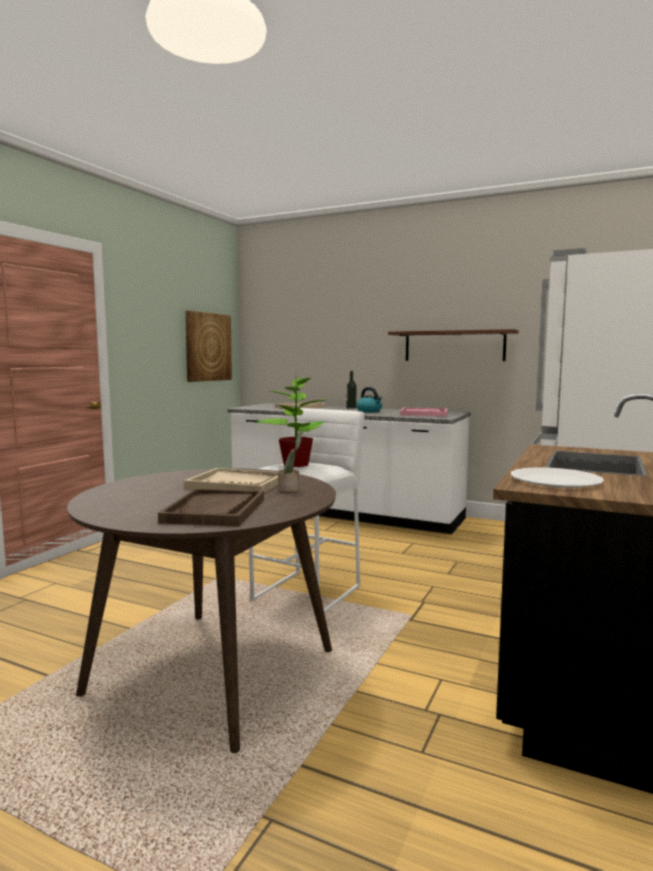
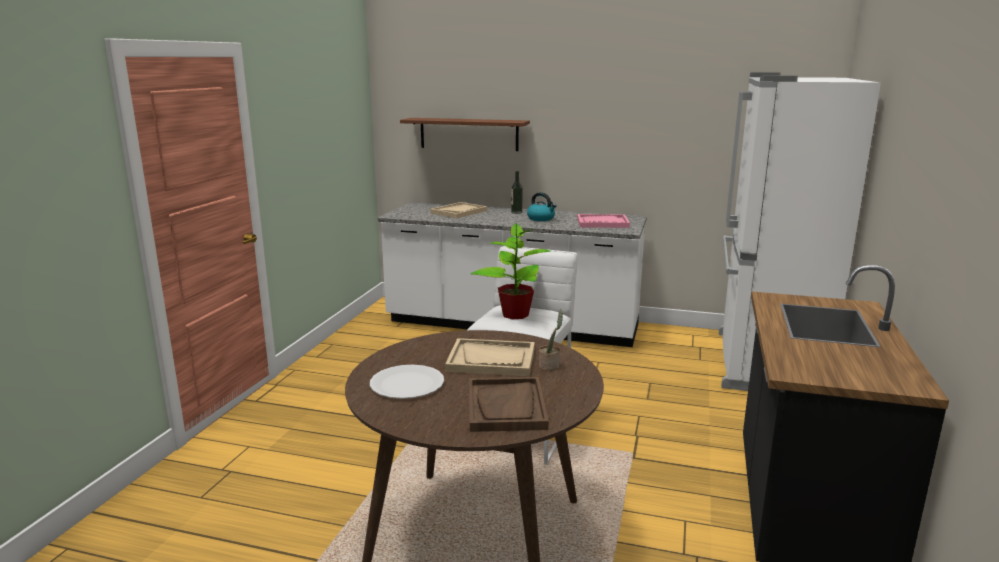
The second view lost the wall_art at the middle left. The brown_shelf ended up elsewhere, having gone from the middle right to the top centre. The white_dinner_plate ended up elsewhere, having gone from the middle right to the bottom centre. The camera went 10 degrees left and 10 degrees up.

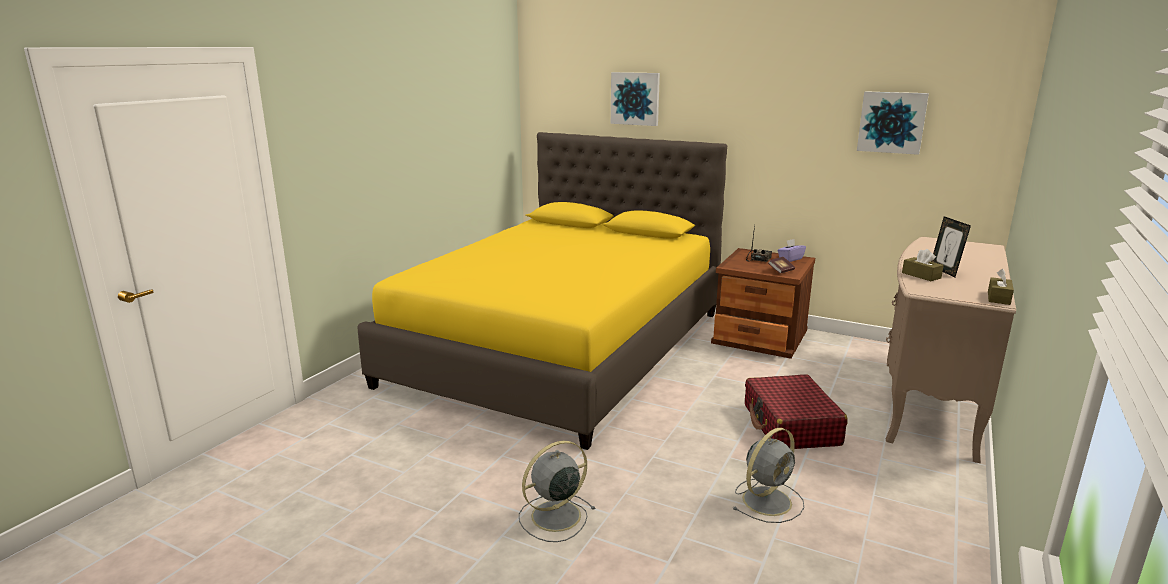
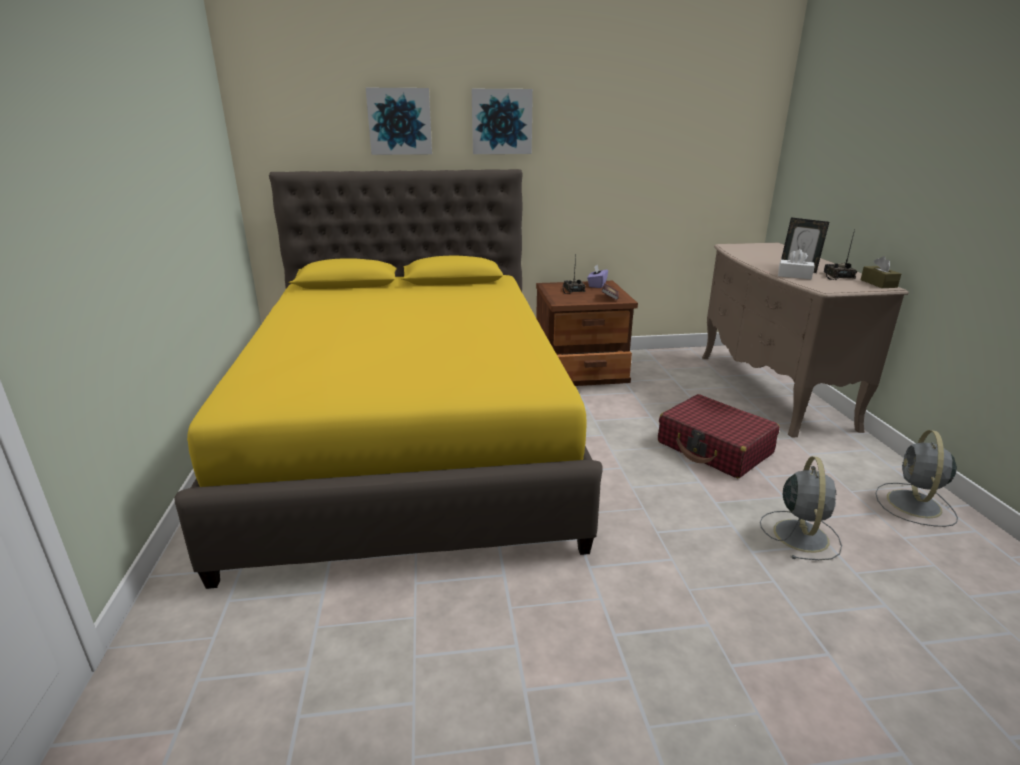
The second view gained the radio_receiver (2nd from left) at the top right. The gray_electric_fan (1st from left in the first image) ended up elsewhere, having gone from the bottom centre to the middle right. The wall_art (2nd from left) ended up elsewhere, having gone from the top right to the top centre. What was the brown_tissue_holder (1st from left) at the middle right turned into the white_tissue_holder at the middle right. The camera went 35 degrees left and 5 degrees up.

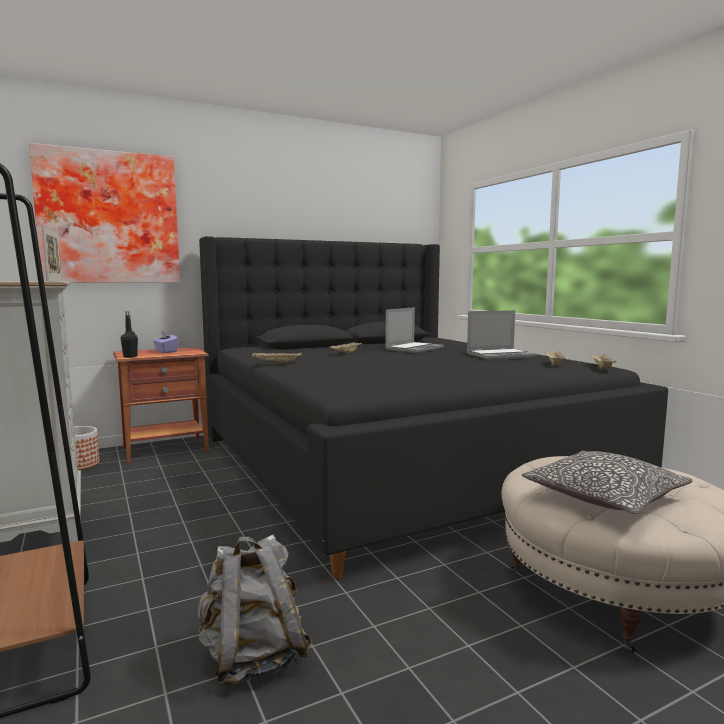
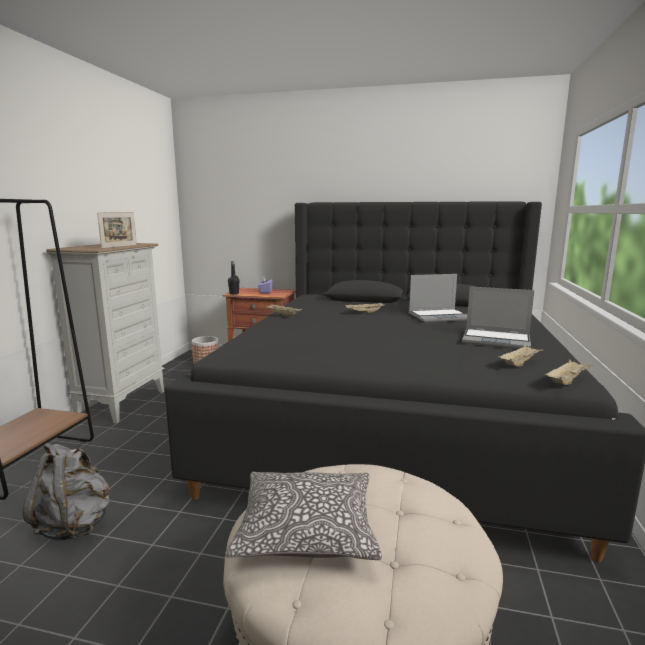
The second view lost the wall_art at the top left. The camera went 40 degrees right and 5 degrees up.

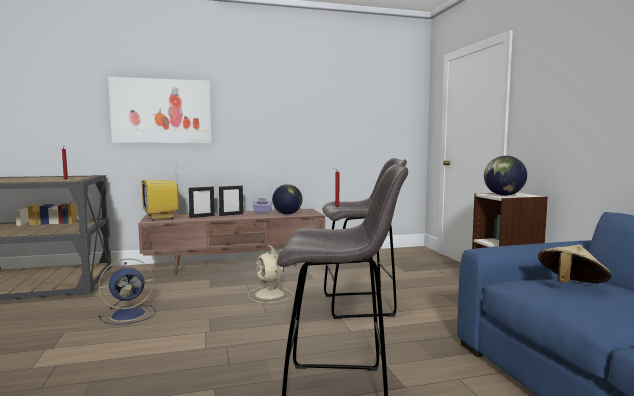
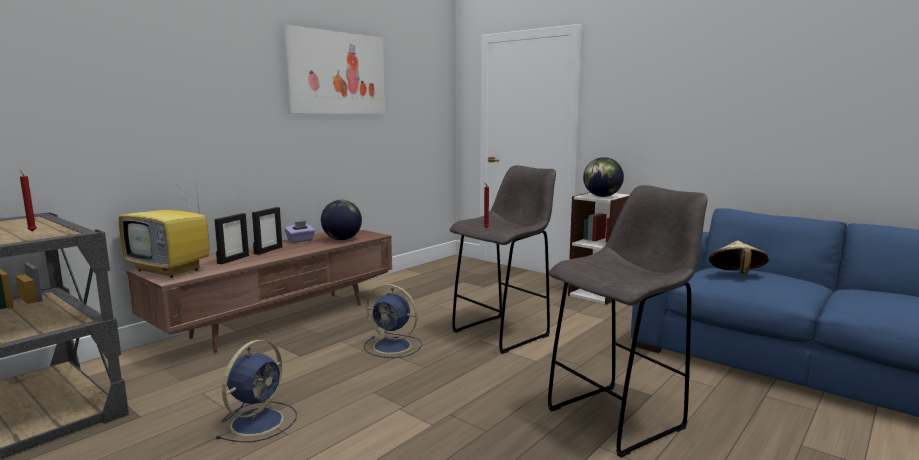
The wall_art ended up elsewhere, having gone from the top left to the top centre. What was the beige_electric_fan at the bottom centre turned into the bluish_electric_fan (2nd from left) at the bottom centre. The camera went 35 degrees left and 5 degrees up.

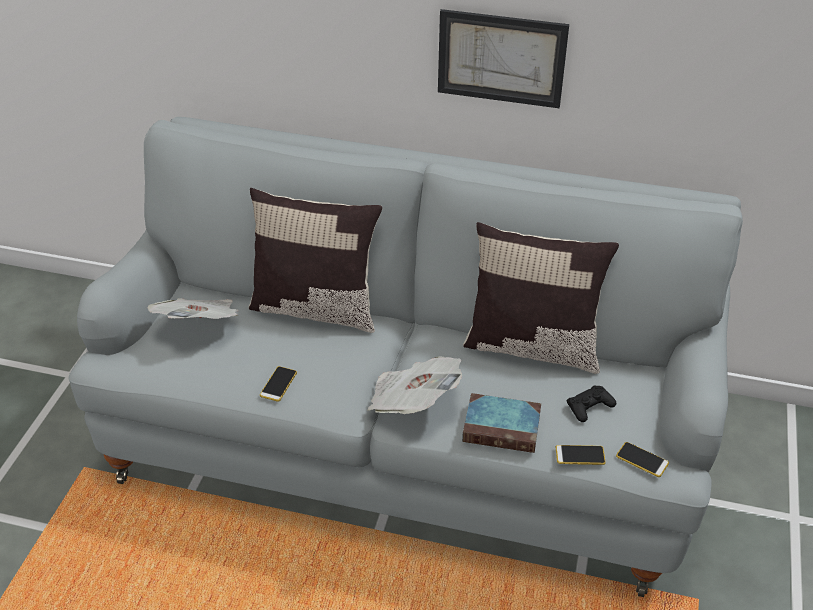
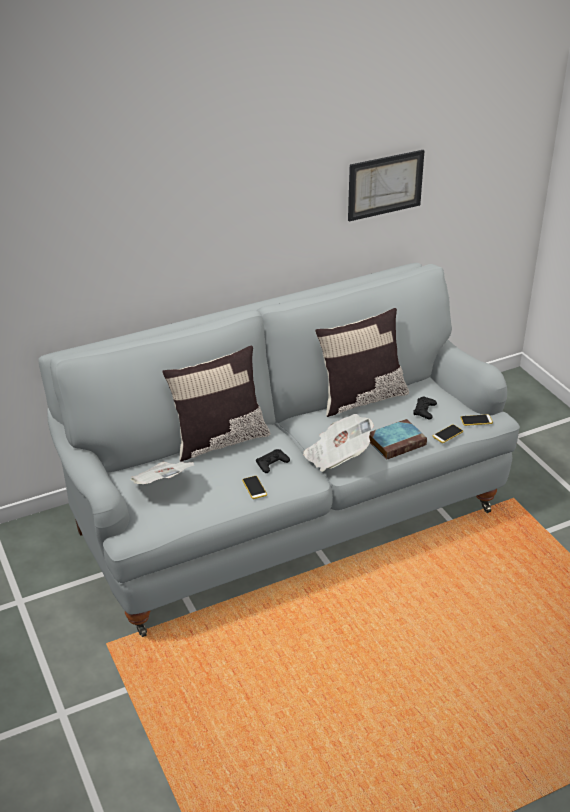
The second view gained the blackish_gamepad (1st from left) at the centre. The wall_art ended up elsewhere, having gone from the top centre to the top right. The camera went 40 degrees left and 5 degrees down.

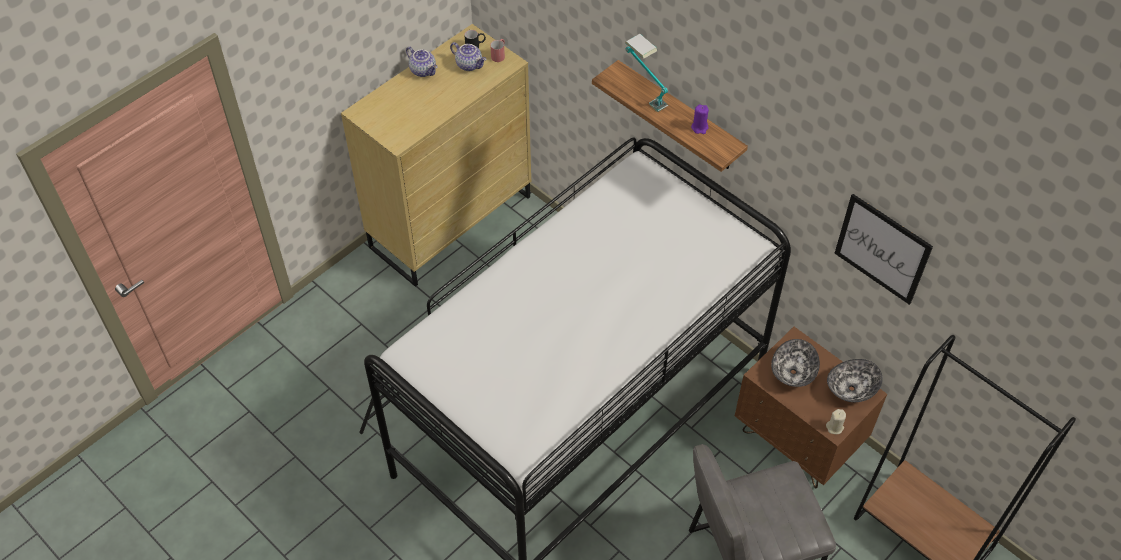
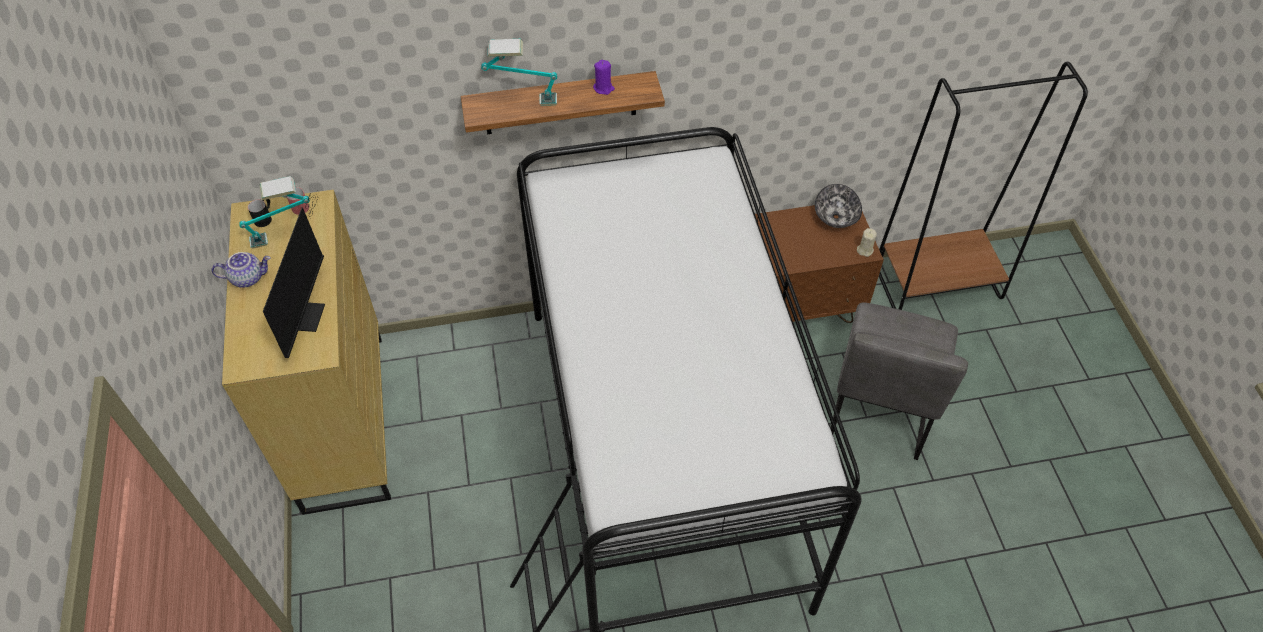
The second view lost the deep_dish (1st from left) at the middle right. The second view lost the wall_art at the middle right. The second view gained the computer_screen at the middle left. Where the tea_pot (2nd from left) stood at the top centre, the table_lamp (1st from left) came to stand at the middle left. The camera went 55 degrees left and 0 degrees up.

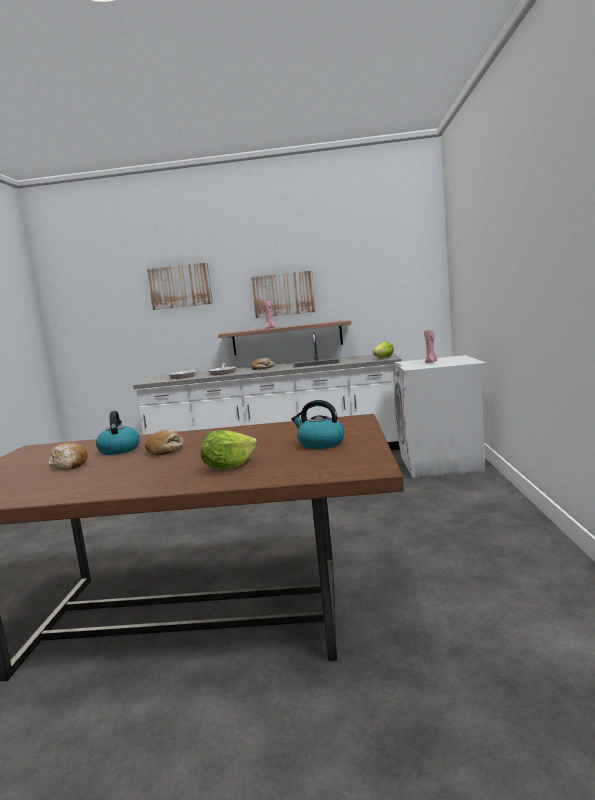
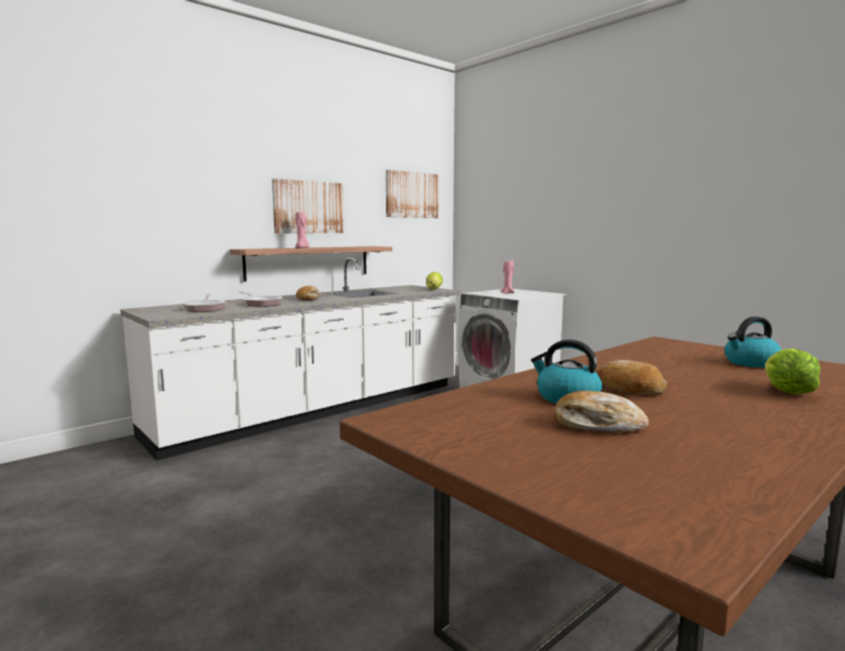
The wall_art (1st from left in the first image) ended up elsewhere, having gone from the middle left to the top centre. The camera went 45 degrees left and 0 degrees up.

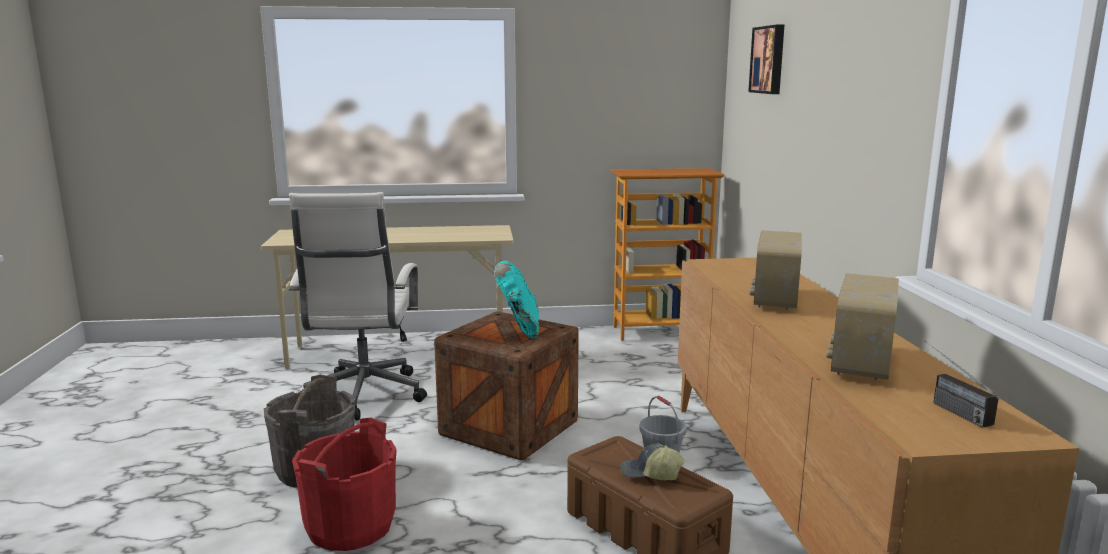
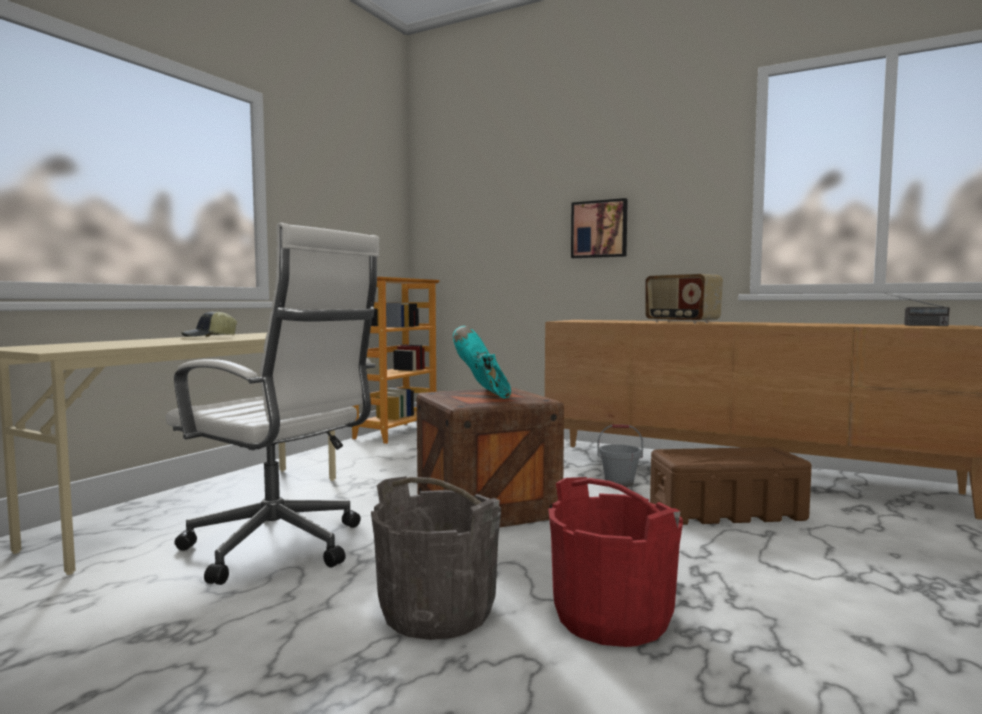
The second view lost the radio_receiver (2nd from left) at the middle right. The baseball_cap ended up elsewhere, having gone from the bottom centre to the middle left. The wall_art ended up elsewhere, having gone from the top right to the top centre. The blue-green_high-top_boot at the centre ended up facing another way, 45 degrees clockwise from before. The camera went 55 degrees left and 10 degrees down.

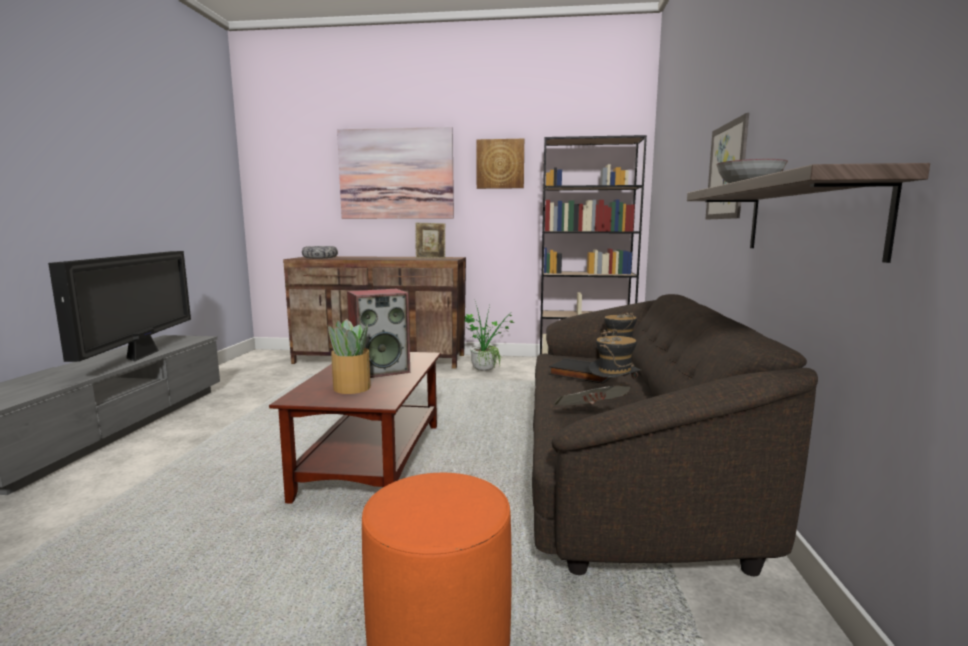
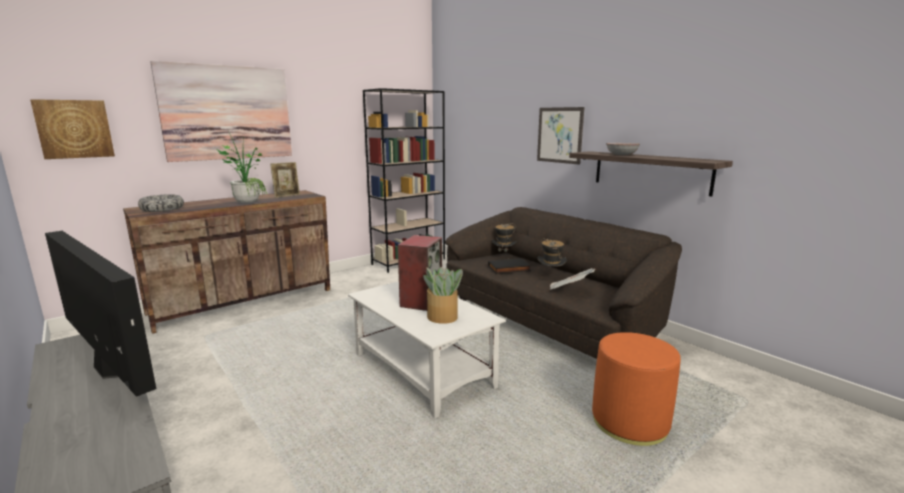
The potted_plant (2nd from left in the first image) ended up elsewhere, having gone from the centre to the middle left. The wall_art (2nd from left in the first image) ended up elsewhere, having gone from the top centre to the top left. What was the brown_lounge_table at the centre turned into the white_lounge_table at the bottom centre. The camera went 45 degrees left and 5 degrees up.

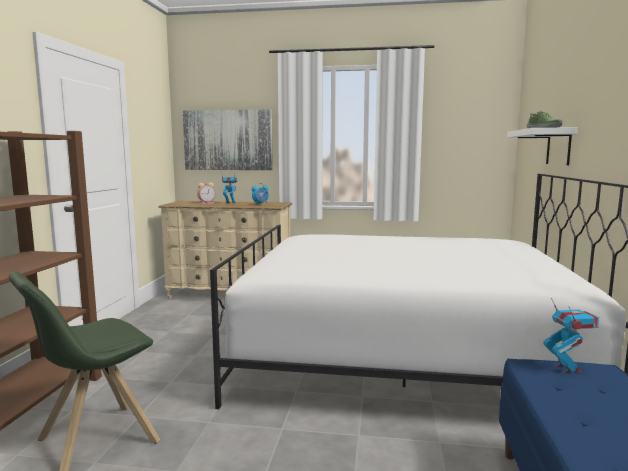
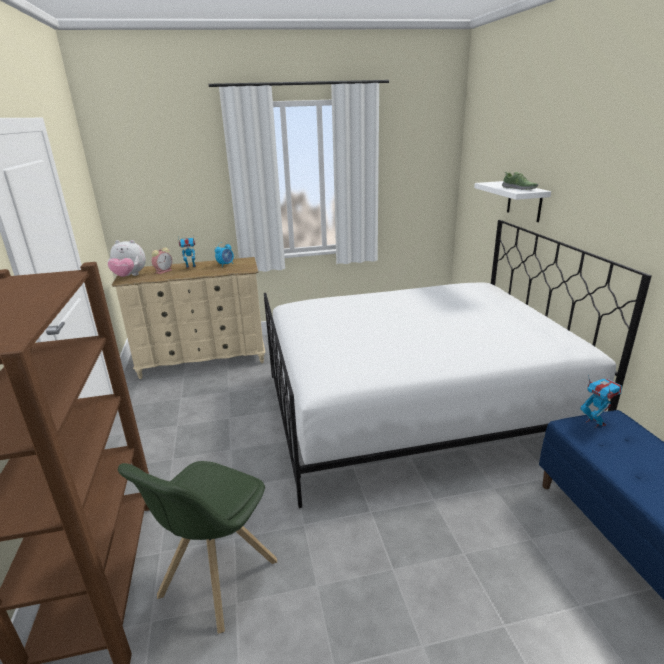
The second view lost the wall_art at the top centre. The second view gained the plush_toy at the middle left. The camera went 20 degrees left and 15 degrees up.

